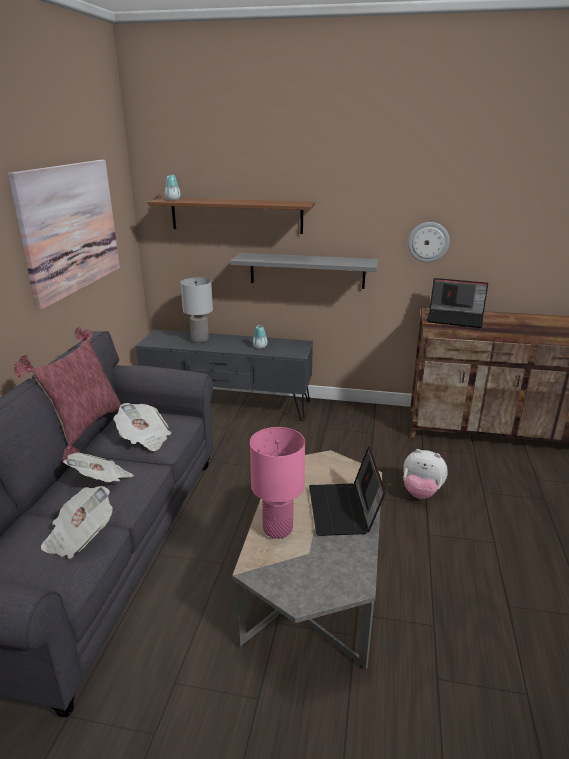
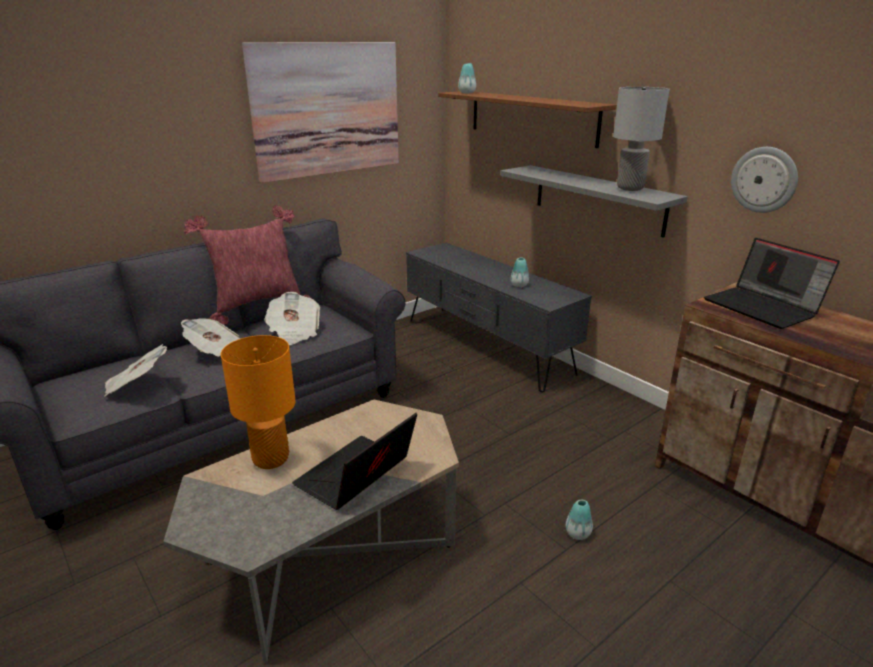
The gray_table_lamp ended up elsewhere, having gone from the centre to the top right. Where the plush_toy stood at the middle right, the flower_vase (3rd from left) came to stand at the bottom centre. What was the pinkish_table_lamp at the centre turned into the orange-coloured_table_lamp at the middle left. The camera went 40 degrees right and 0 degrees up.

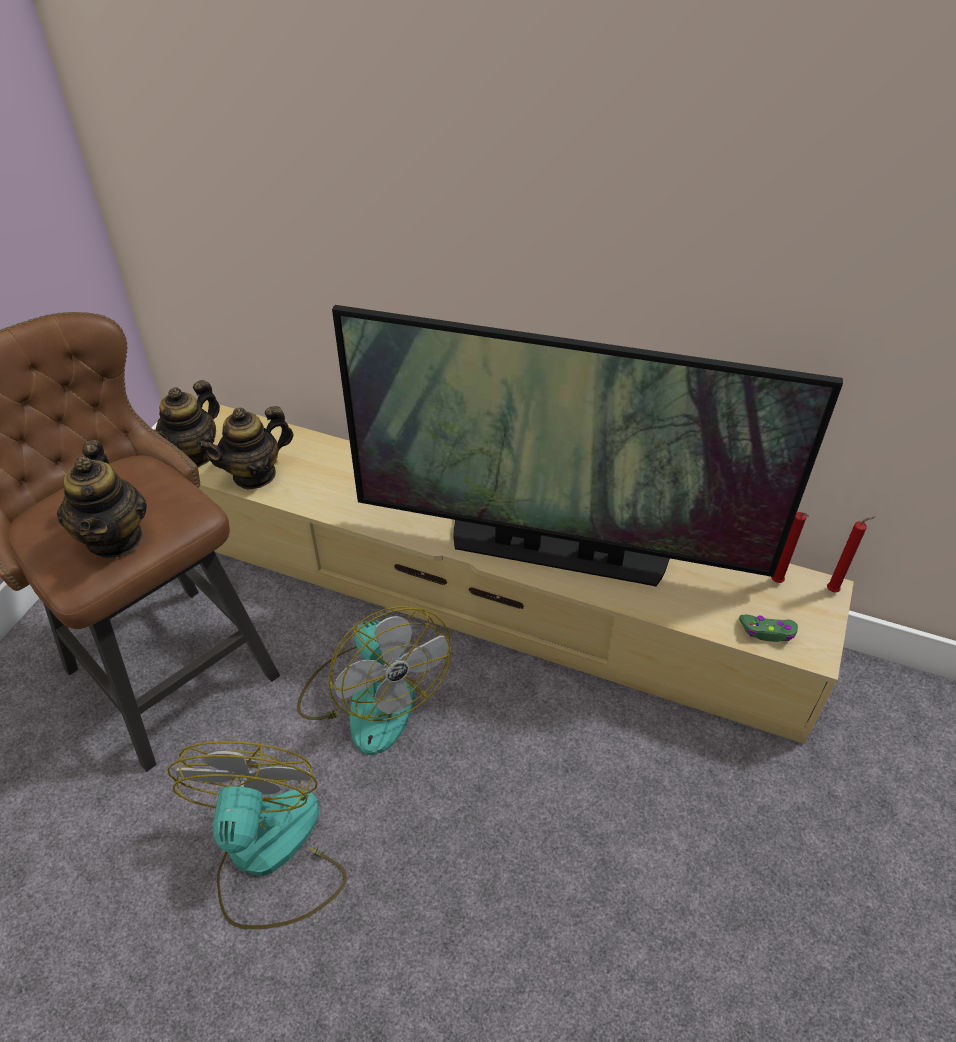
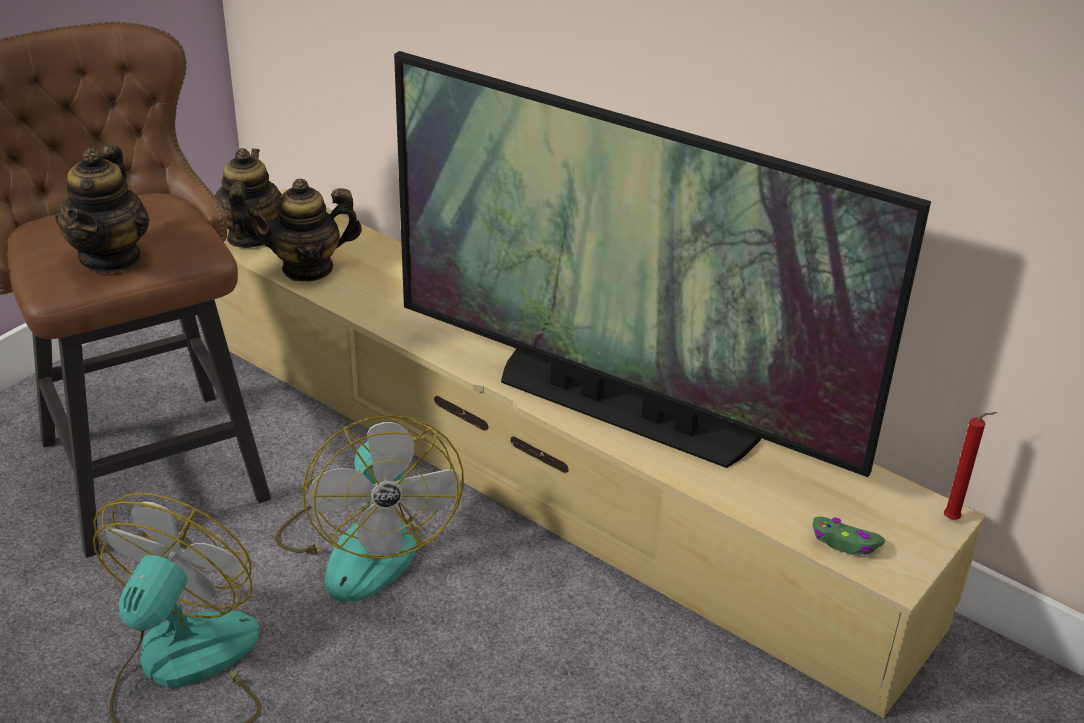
The second view lost the reddish_wax_light (1st from left) at the middle right. The tea_pot (2nd from left) at the middle left ended up facing another way, 135 degrees clockwise from before. The camera went 15 degrees right and 10 degrees down.

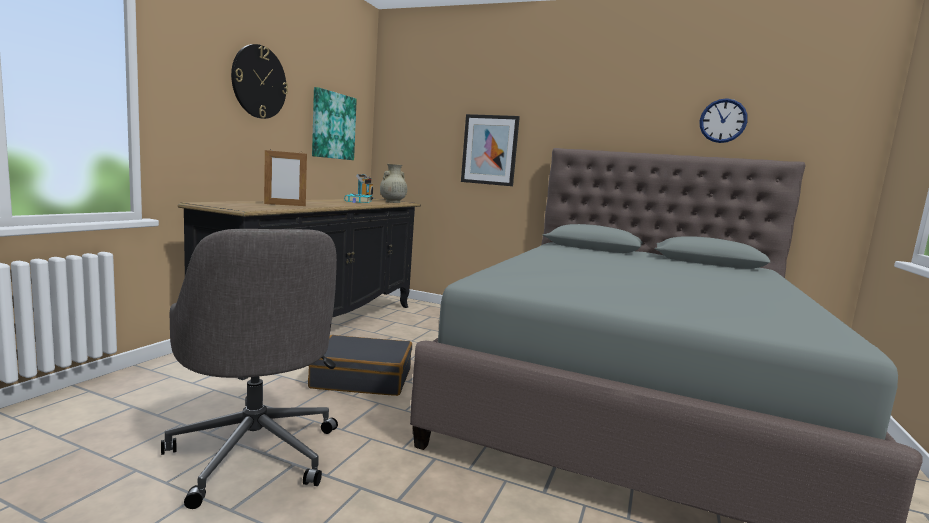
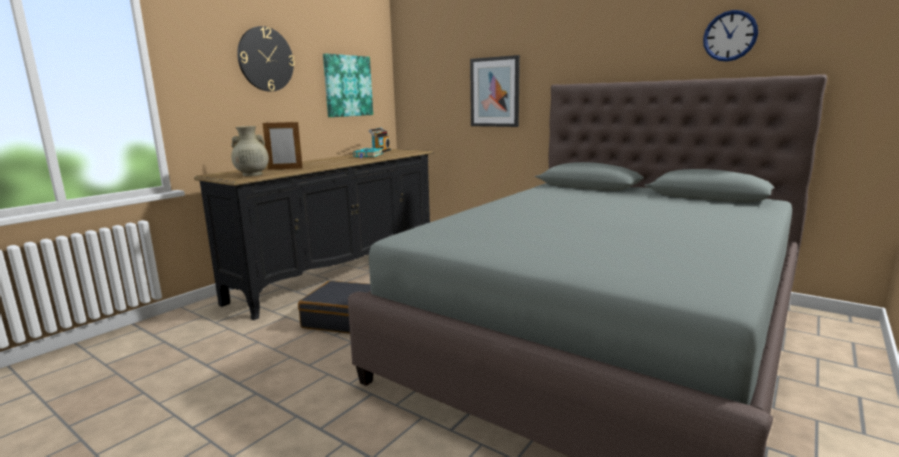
The second view lost the gray_computer_chair at the bottom left. The beige_flower_vase ended up elsewhere, having gone from the centre to the top left. The camera went 15 degrees right and 5 degrees up.

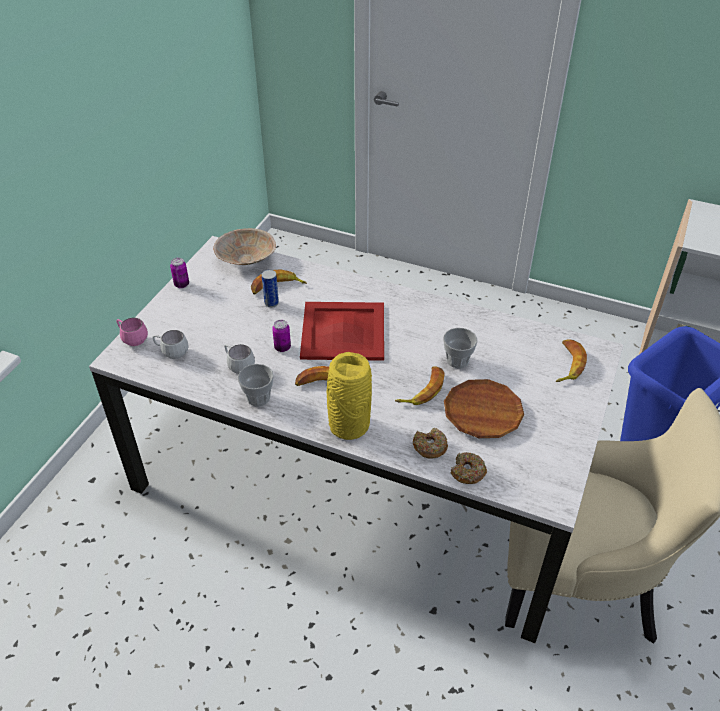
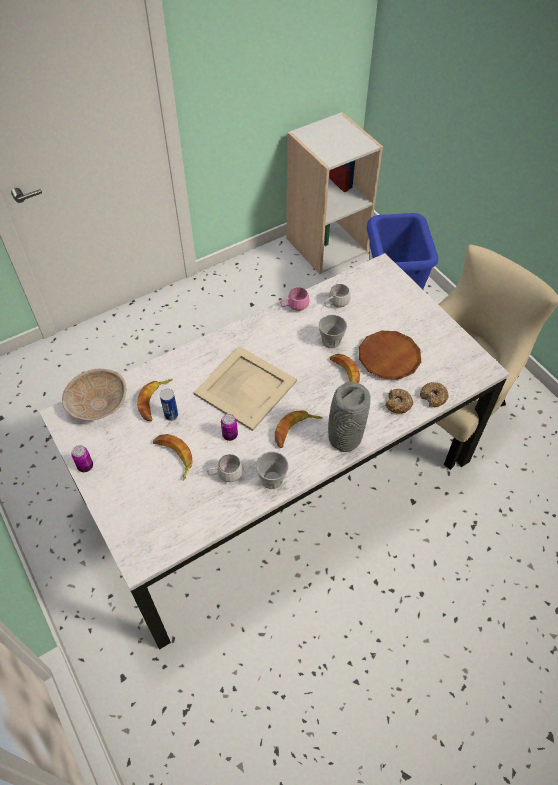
The pinkish_mug ended up elsewhere, having gone from the middle left to the centre. The white_mug (1st from left in the first image) ended up elsewhere, having gone from the middle left to the centre. The banana_fruit (4th from left in the first image) ended up elsewhere, having gone from the middle right to the middle left. What was the reddish_serving_tray at the centre turned into the beige_serving_tray at the centre. What was the yellow-coloured_flower_vase at the centre turned into the gray_flower_vase at the centre. The camera went 55 degrees left and 10 degrees up.

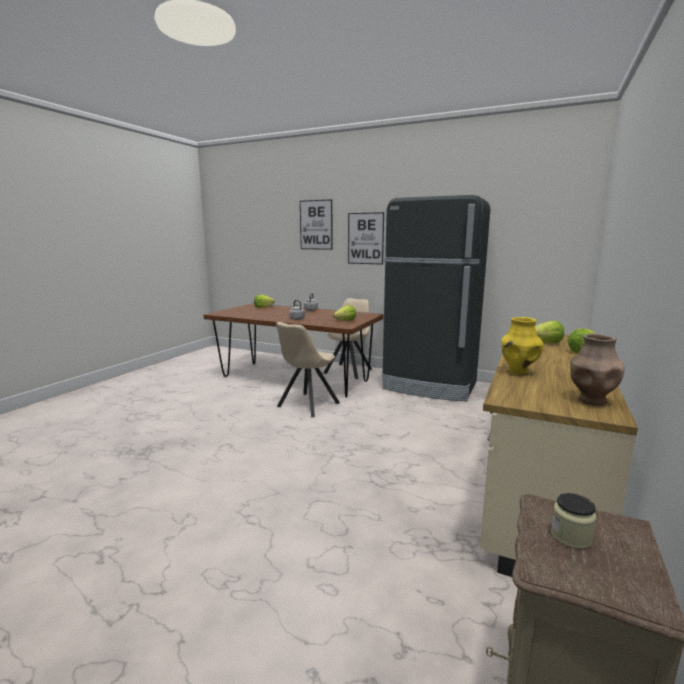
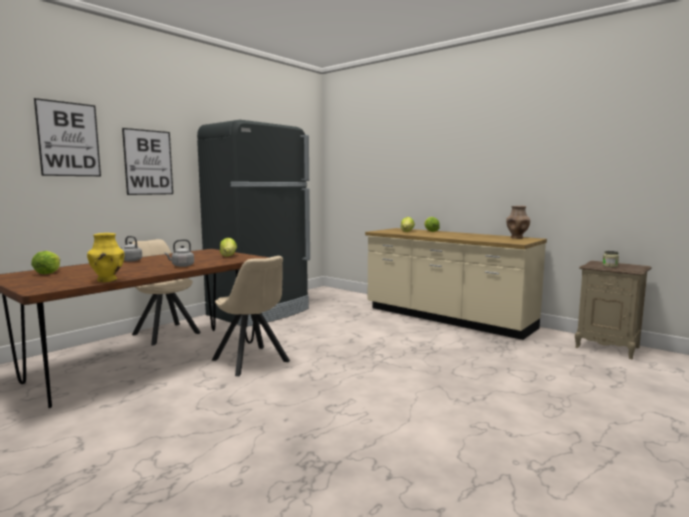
The yellow-coloured_flower_vase ended up elsewhere, having gone from the middle right to the middle left. The camera went 75 degrees left and 5 degrees down.

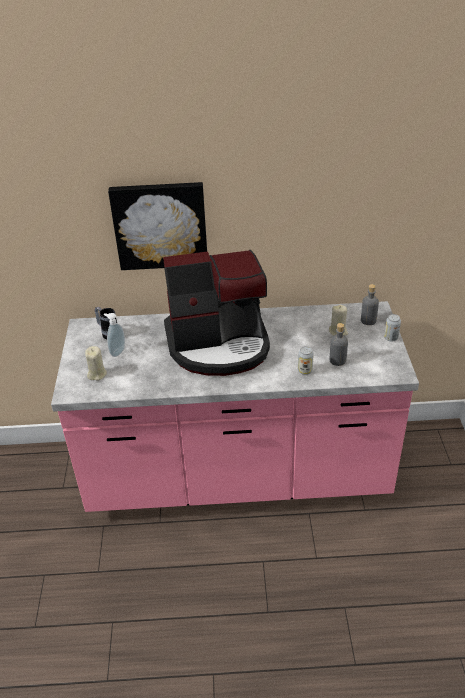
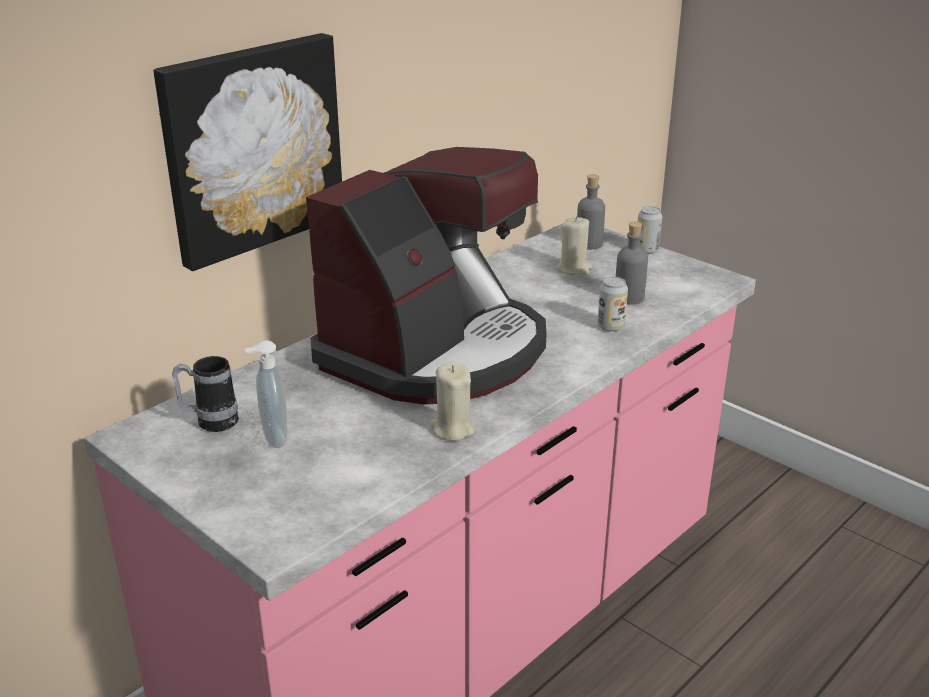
The beige_wax_light (1st from left) ended up elsewhere, having gone from the middle left to the centre. The camera went 45 degrees left and 10 degrees down.

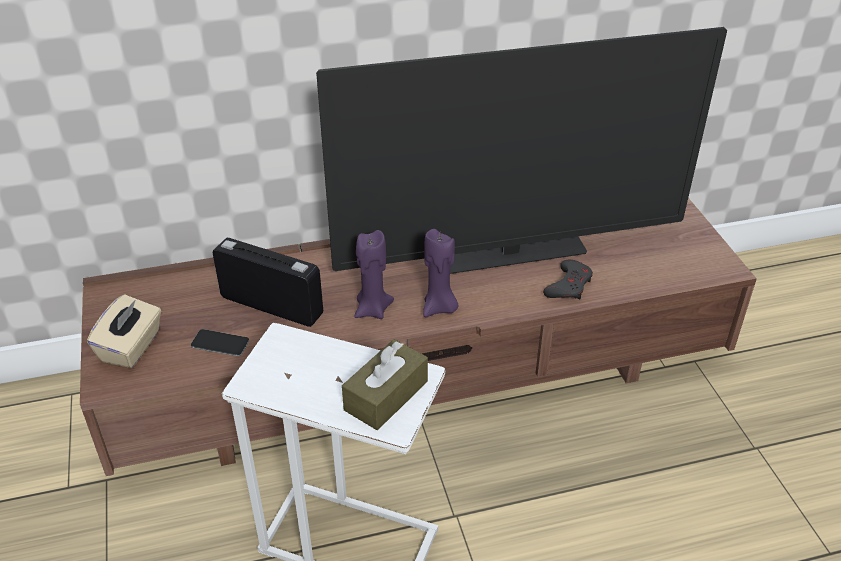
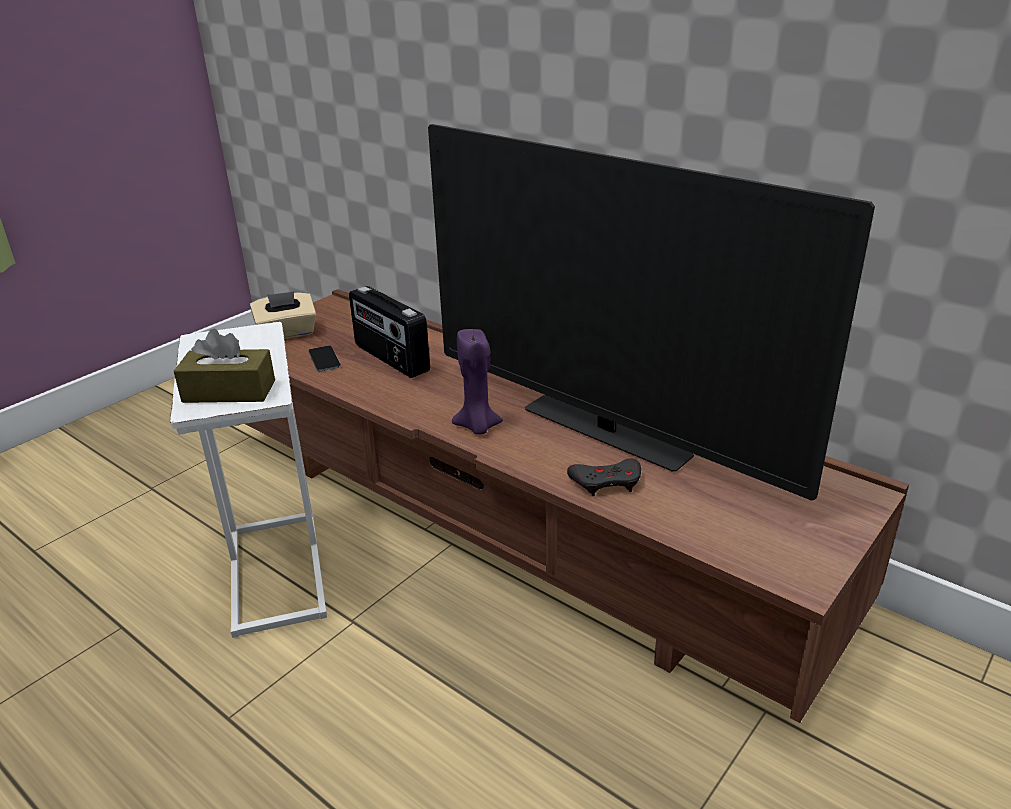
The second view lost the purple-coloured_wax_light (1st from left) at the centre. The radio_receiver at the middle left ended up facing another way, 150 degrees clockwise from before. The camera went 55 degrees right and 10 degrees down.

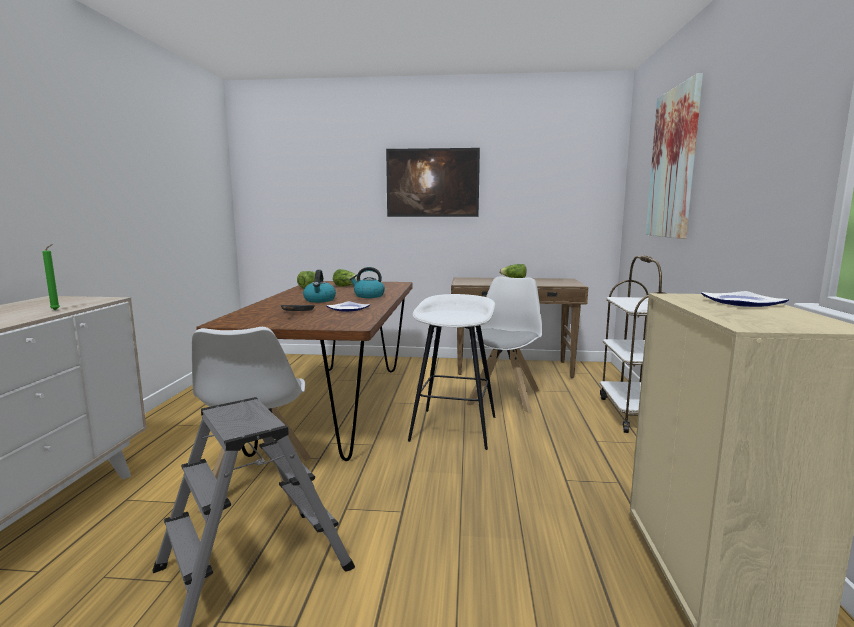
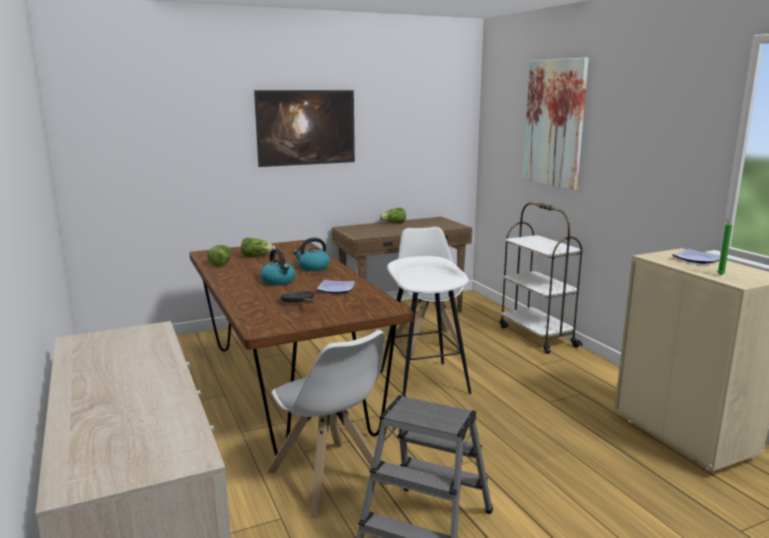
The green-coloured_wax_light ended up elsewhere, having gone from the middle left to the middle right. The camera went 30 degrees left and 5 degrees up.

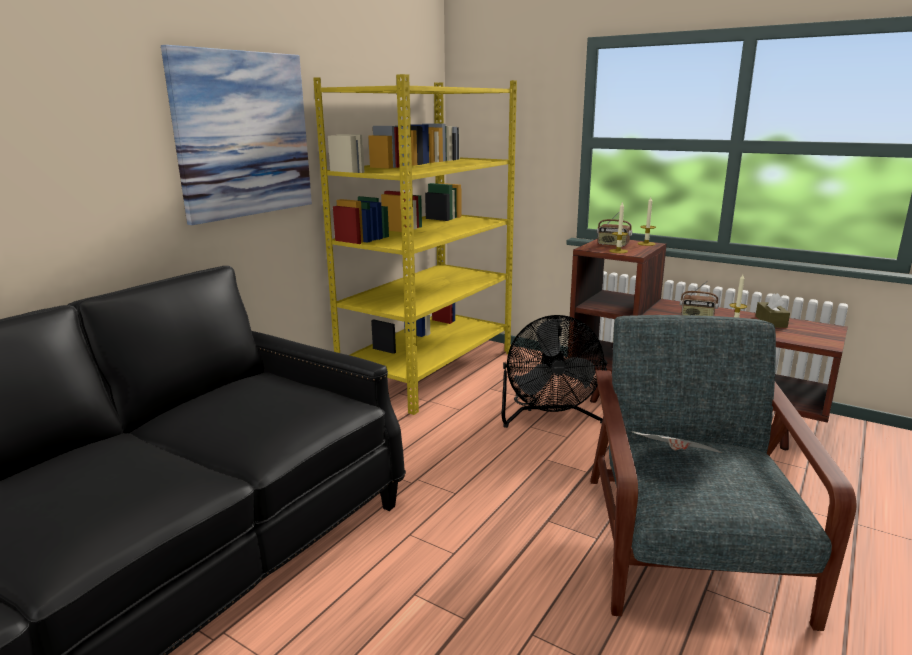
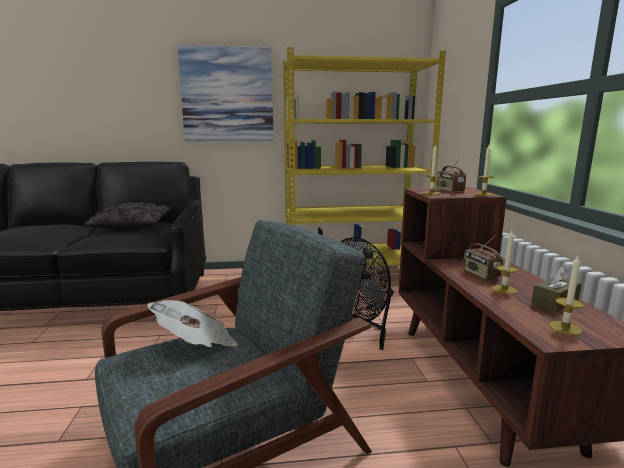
The second view gained the blackish_throw_pillow at the middle left. The second view gained the wax_light (4th from left) at the middle right. The camera went 50 degrees right and 5 degrees down.

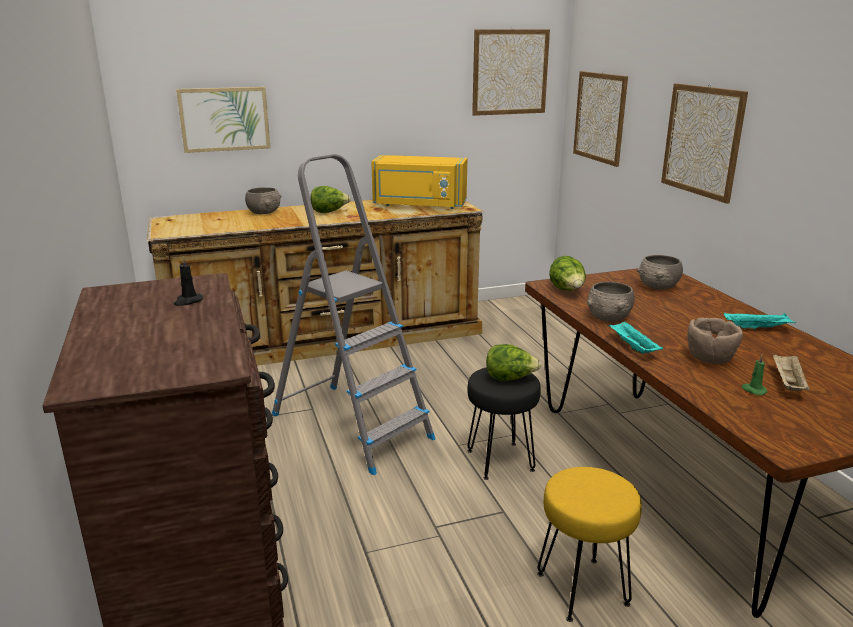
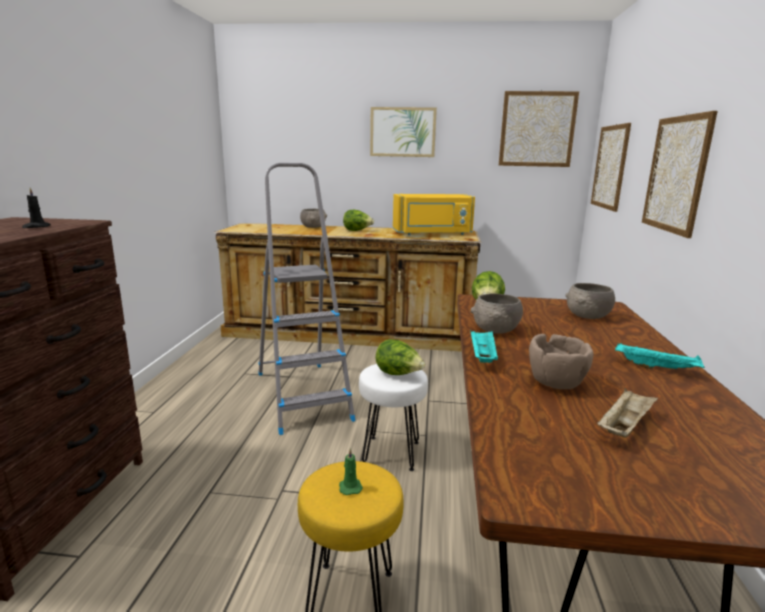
The wall_art (1st from left) ended up elsewhere, having gone from the top left to the top centre. The green-coloured_wax_light ended up elsewhere, having gone from the middle right to the bottom centre. What was the blackish_sitting_stool at the bottom centre turned into the white_sitting_stool at the bottom centre. The yellow-coloured_microwave_oven at the top centre ended up facing another way, 45 degrees counterclockwise from before. The camera went 25 degrees right and 5 degrees down.

